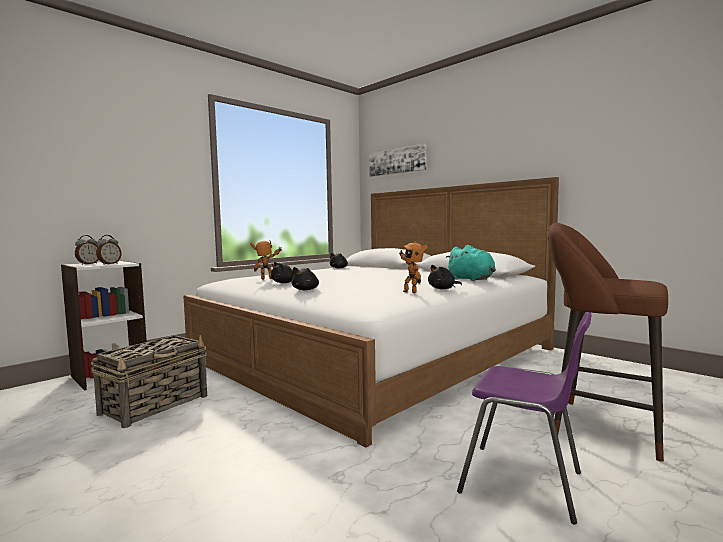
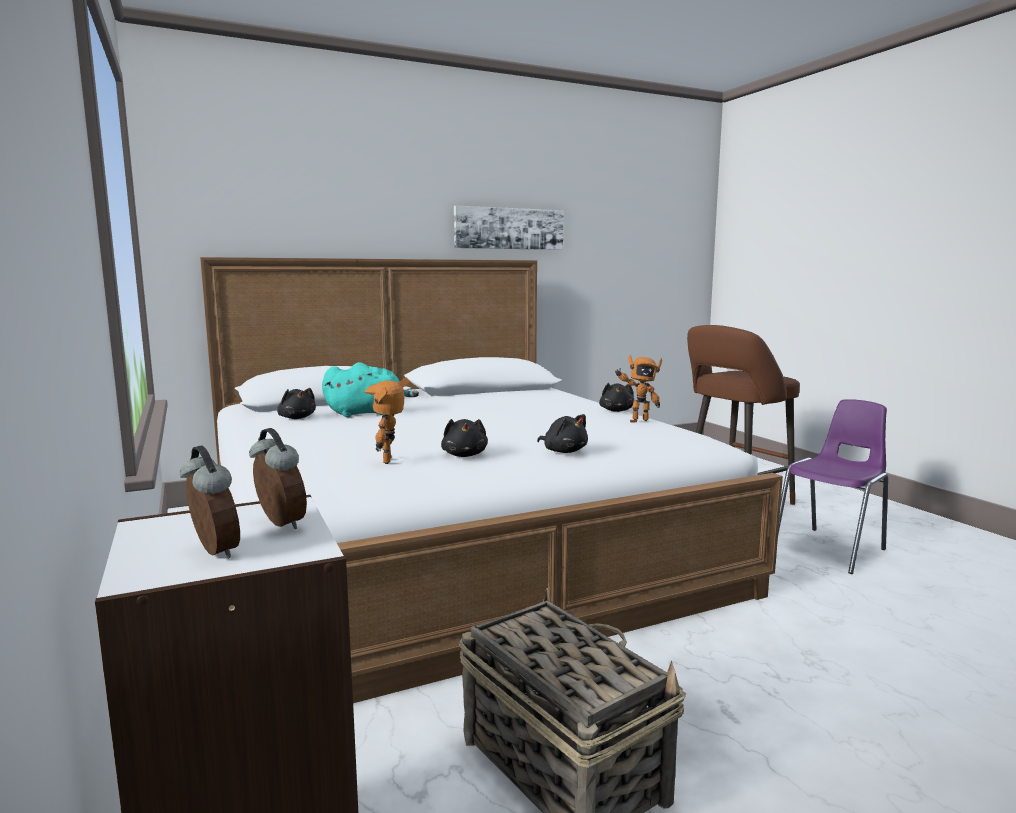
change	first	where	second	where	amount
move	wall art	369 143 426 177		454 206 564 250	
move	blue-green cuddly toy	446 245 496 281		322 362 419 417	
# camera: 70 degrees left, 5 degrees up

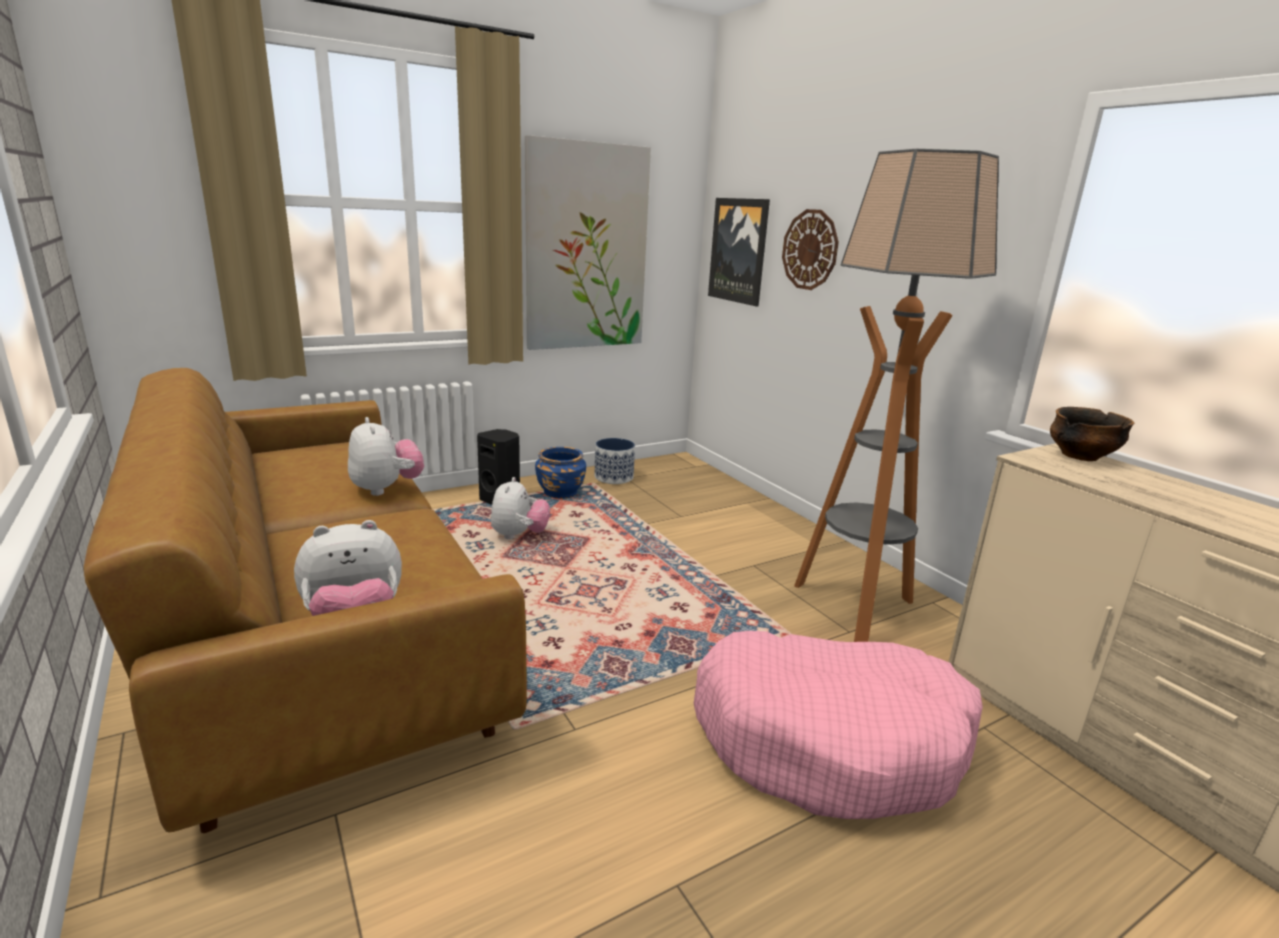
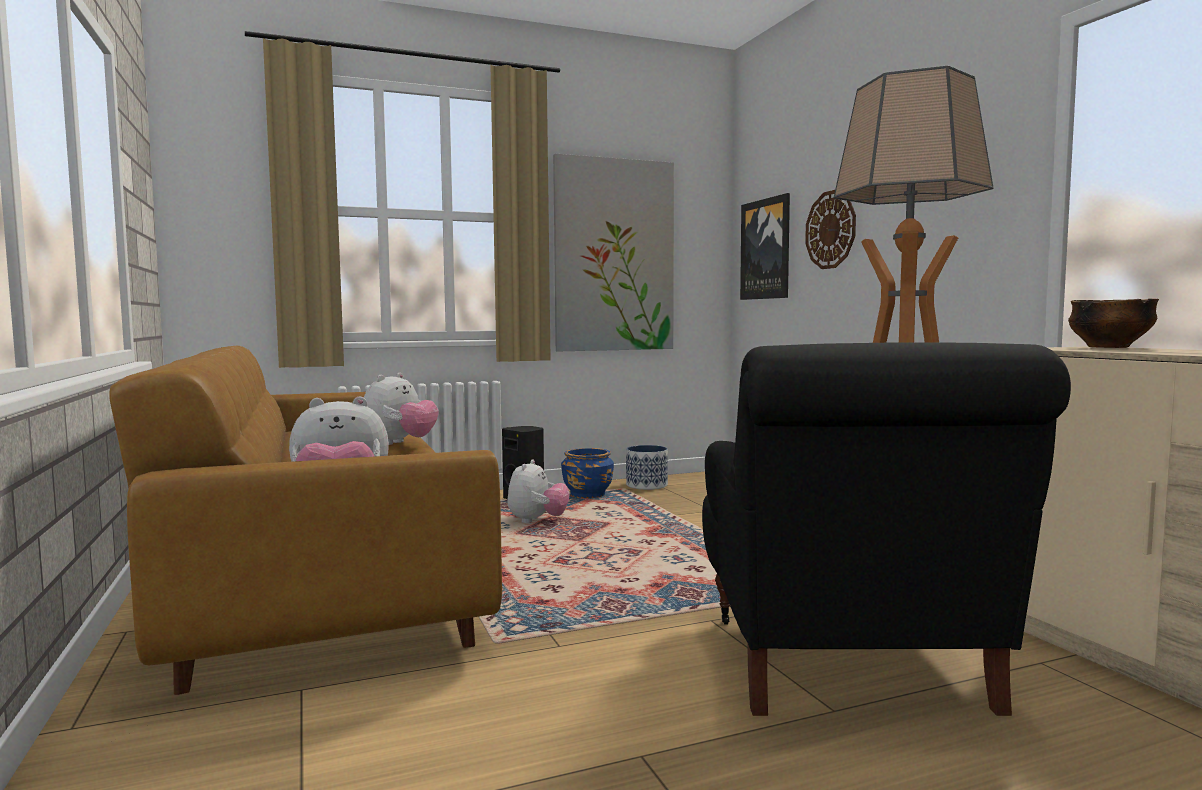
change	first	where	second	where	amount
rotate	cuddly toy	348 417 424 496		364 373 439 445	45 degrees clockwise
replace	pink dog cushion	694 631 983 819	blackish lounge chair	702 342 1071 716	
# camera: 10 degrees right, 15 degrees down

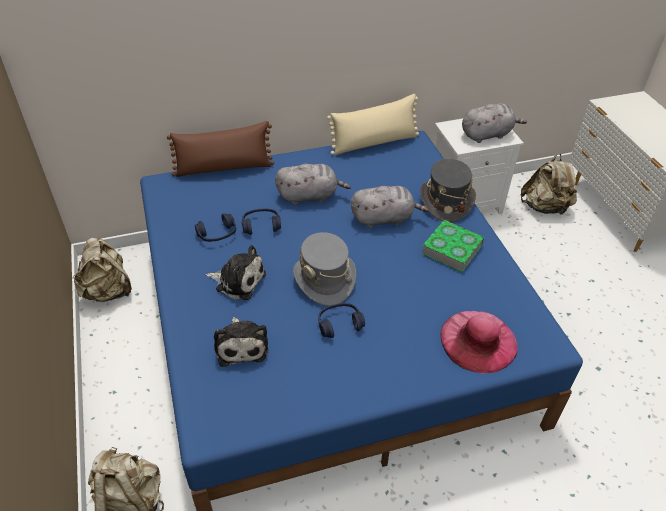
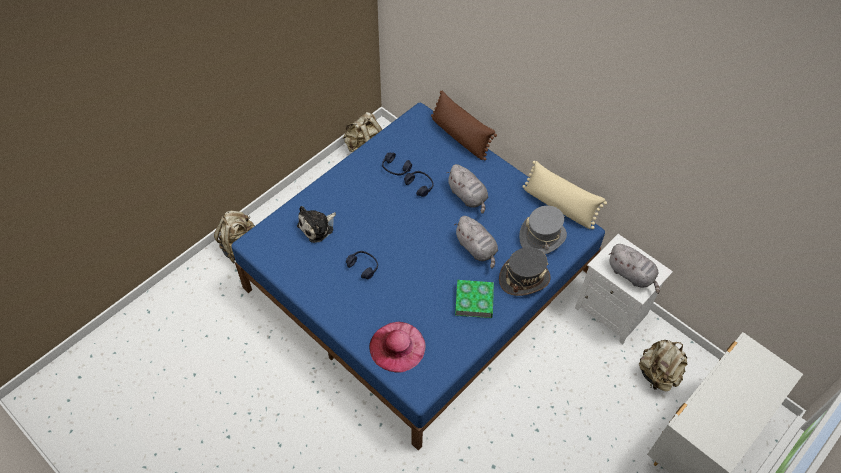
change	first	where	second	where	amount
move	greyish wearable hat	293 232 356 306		519 206 567 254	
delete	cuddly toy	206 245 266 300			
# camera: 60 degrees right, 10 degrees up

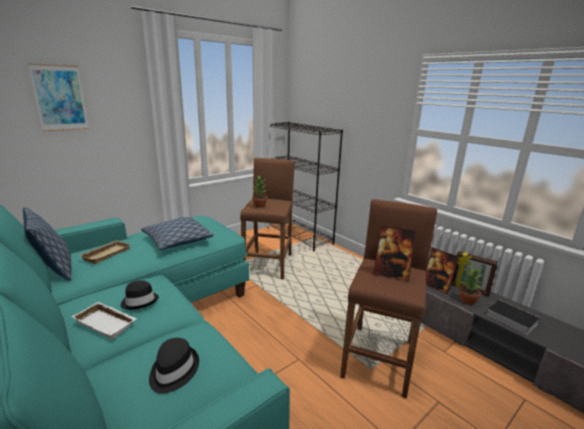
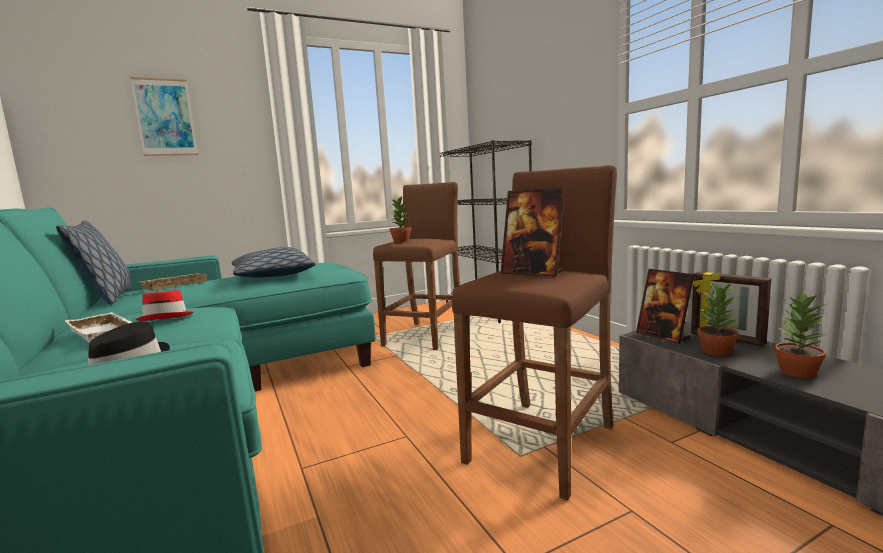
change	first	where	second	where	amount
recolor	blackish wearable hat	120 280 159 310	red-coloured wearable hat	136 290 194 321	
replace	volume	486 300 540 335	plant in a pot	774 291 829 378	
# camera: 15 degrees right, 10 degrees down

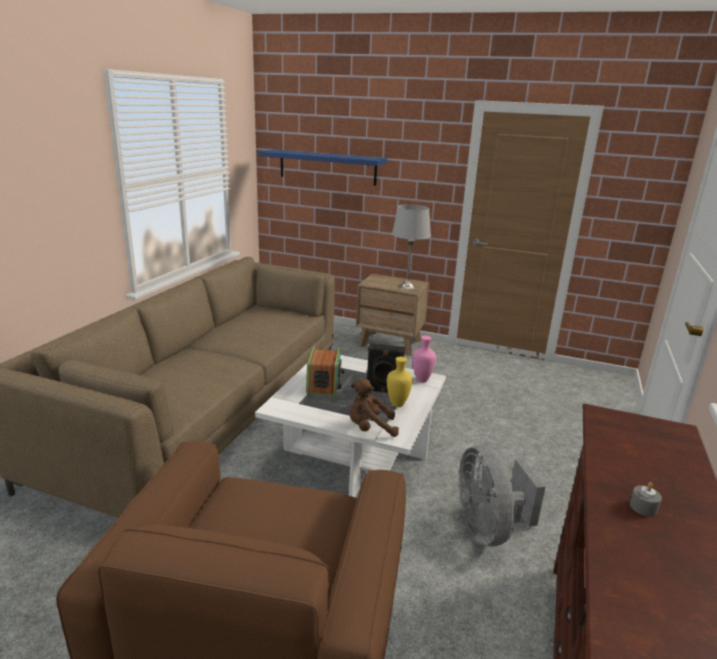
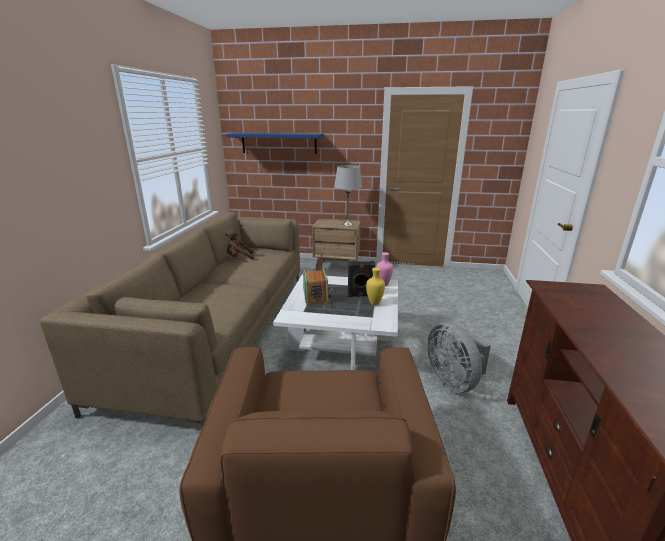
change	first	where	second	where	amount
move	brown-coloured cuddly toy	349 378 399 437		225 230 254 260	
delete	greyish candle	630 482 662 516			
# camera: 10 degrees left, 0 degrees up

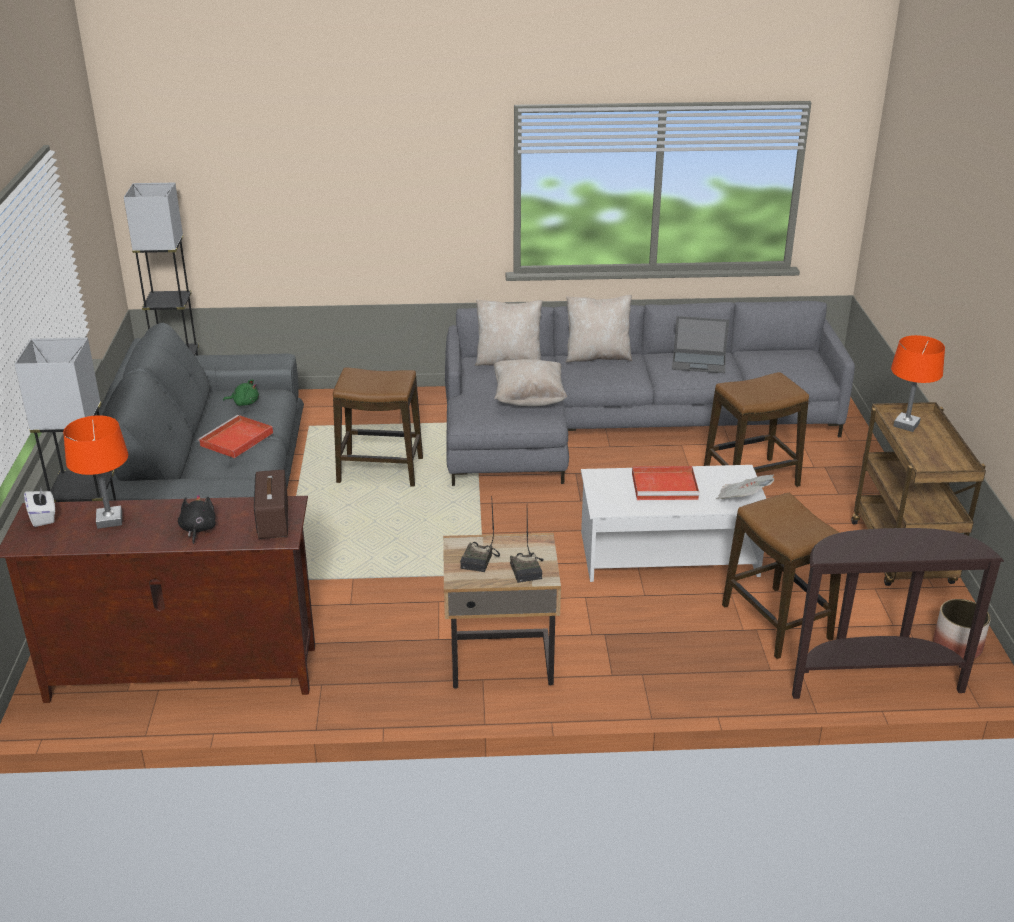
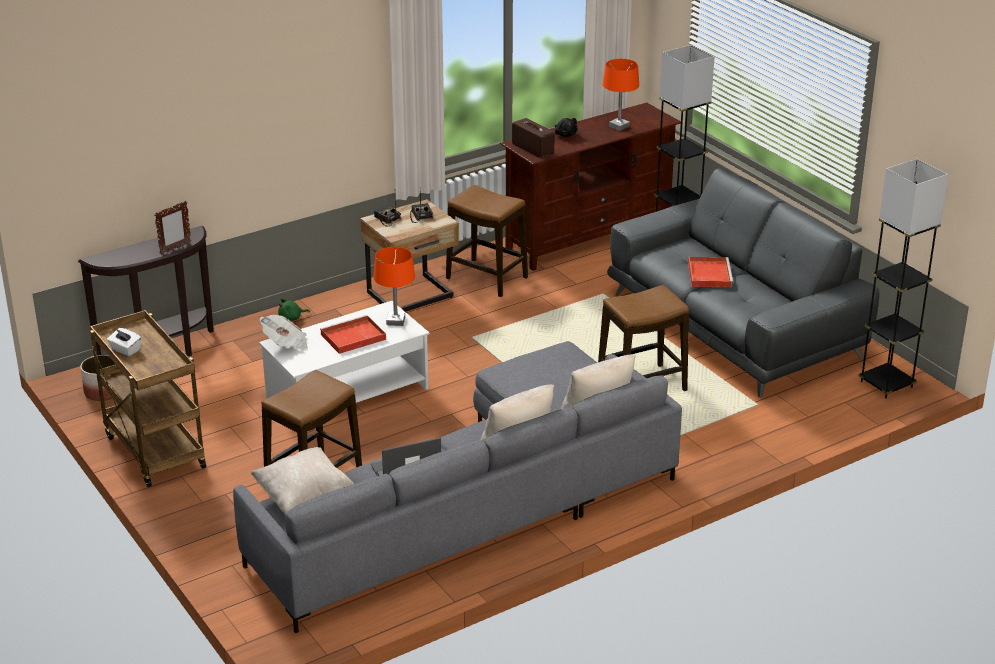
change	first	where	second	where	amount
move	orange tabletop lamp	891 335 945 432		373 247 415 326	
move	beige-coloured pillow	494 359 567 406		251 447 354 514	
move	green cuddly toy	223 379 259 406		278 298 310 321	
move	white tissue box	24 489 55 527		107 328 141 356	
move	stool	722 493 841 659		446 185 528 297	
insert			standing frame	155 201 191 254	
# camera: 150 degrees right, 0 degrees up

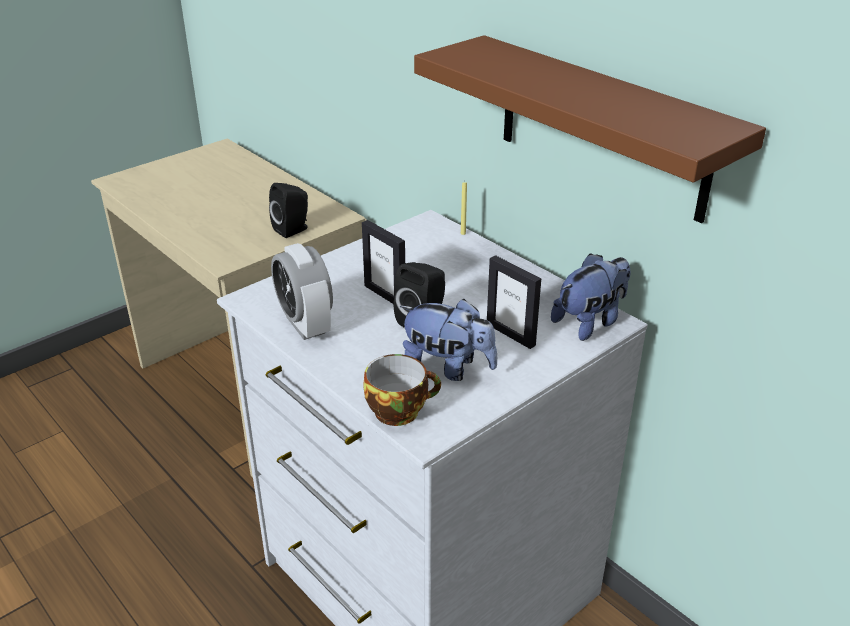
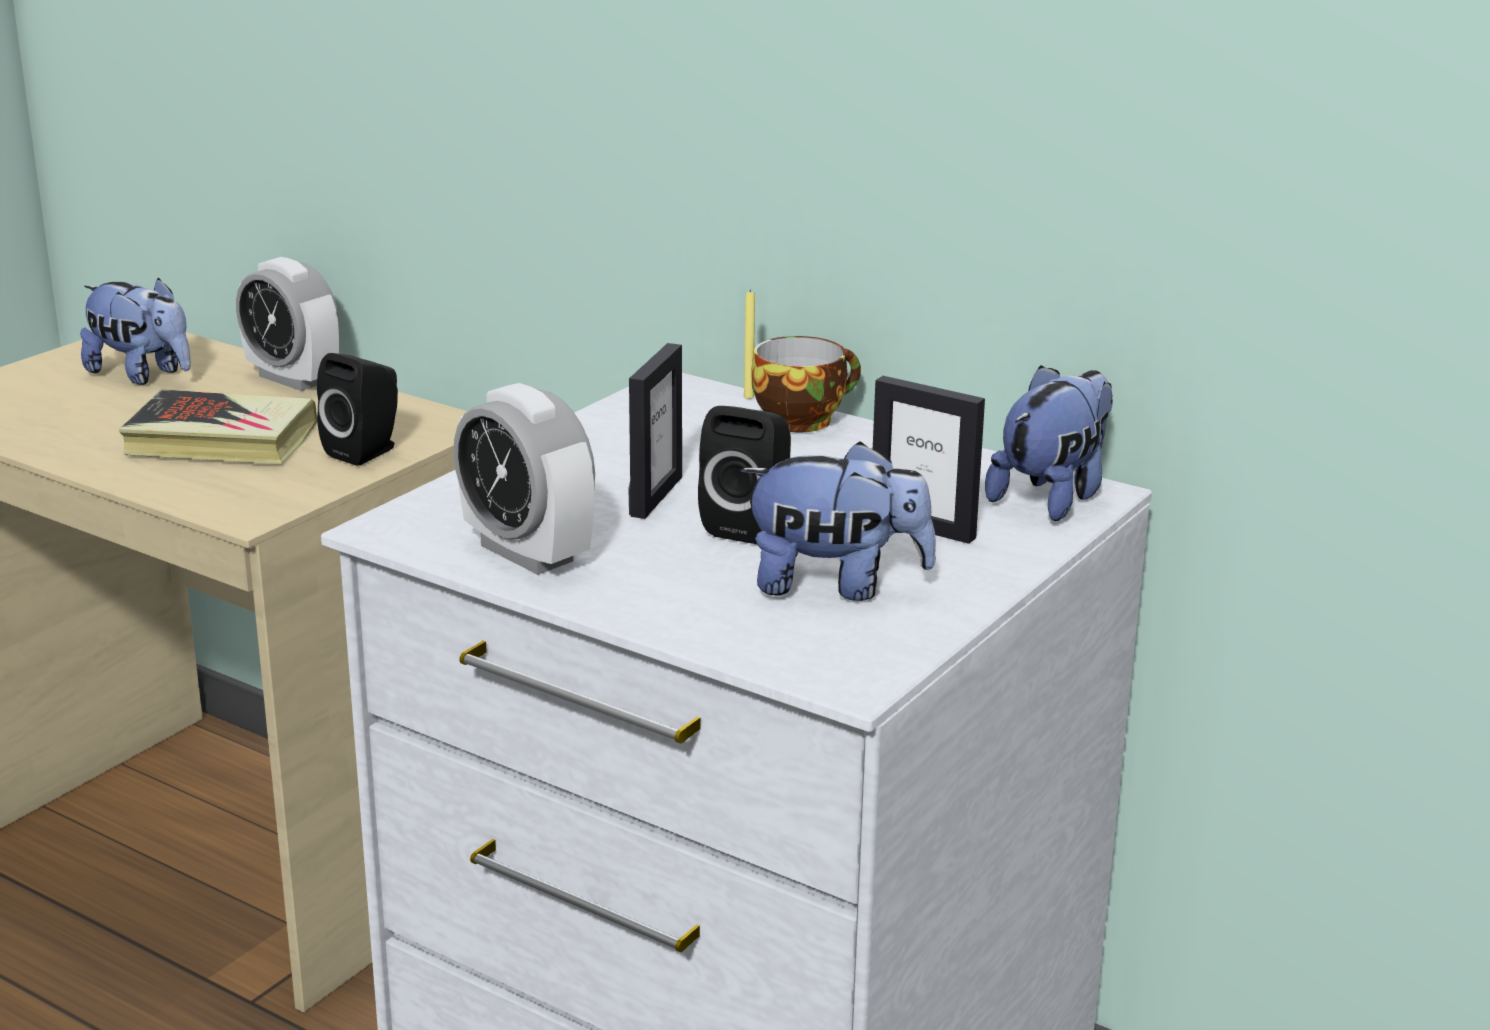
change	first	where	second	where	amount
delete	brown-coloured wall shelf	414 35 766 223			
rotate	standing frame	362 220 405 304		628 343 682 519	105 degrees counterclockwise
move	cup	363 354 441 426		751 336 861 432	
insert			alarm clock	236 257 339 391	
insert			cuddly toy	80 278 191 385	
insert			volume	119 389 317 465	
# camera: 15 degrees left, 10 degrees down

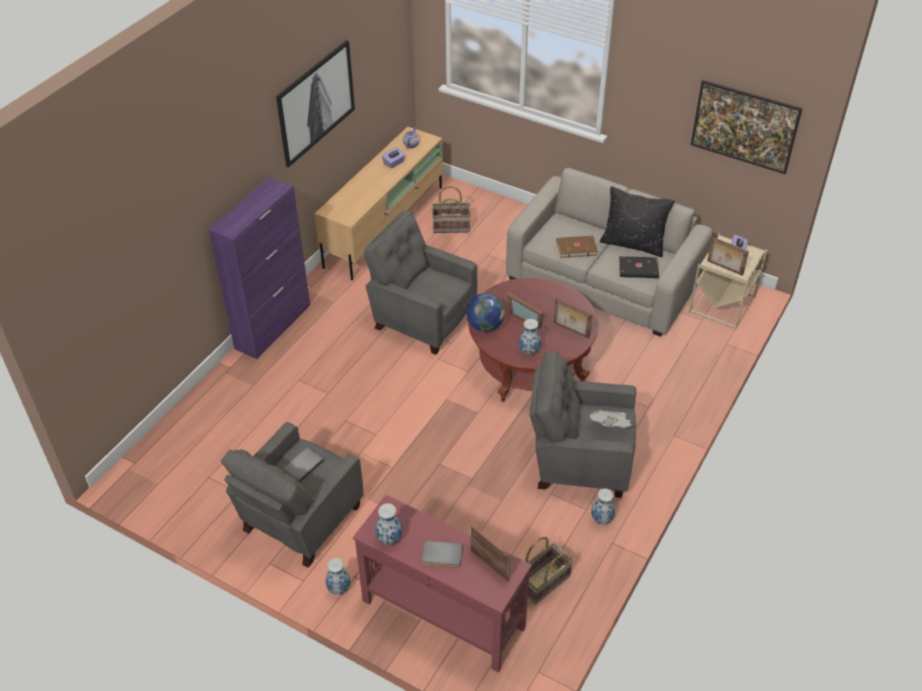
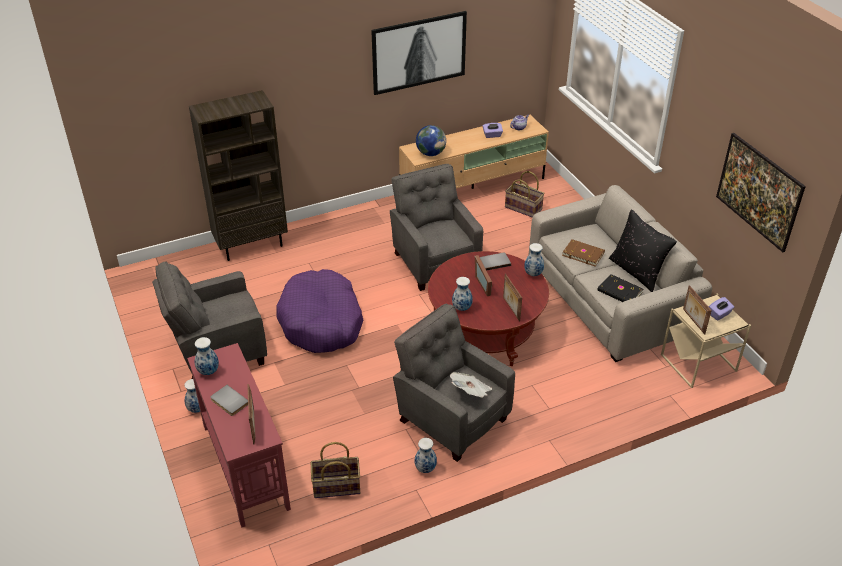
change	first	where	second	where	amount
delete	purple-coloured storage cabinet	208 177 310 359			
move	desk globe	466 293 505 332		416 125 446 156	
move	greyish volume	284 448 324 482		480 253 511 271	
insert			brown-coloured bookcase	189 90 288 261	
insert			vase	524 243 544 276	
insert			purple-coloured dog cushion	276 269 363 353	
# camera: 35 degrees right, 5 degrees down

